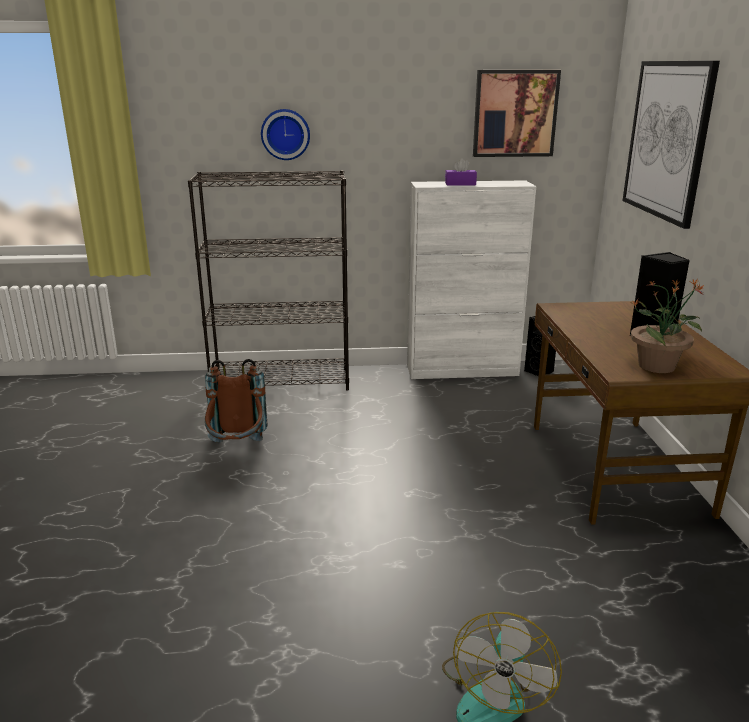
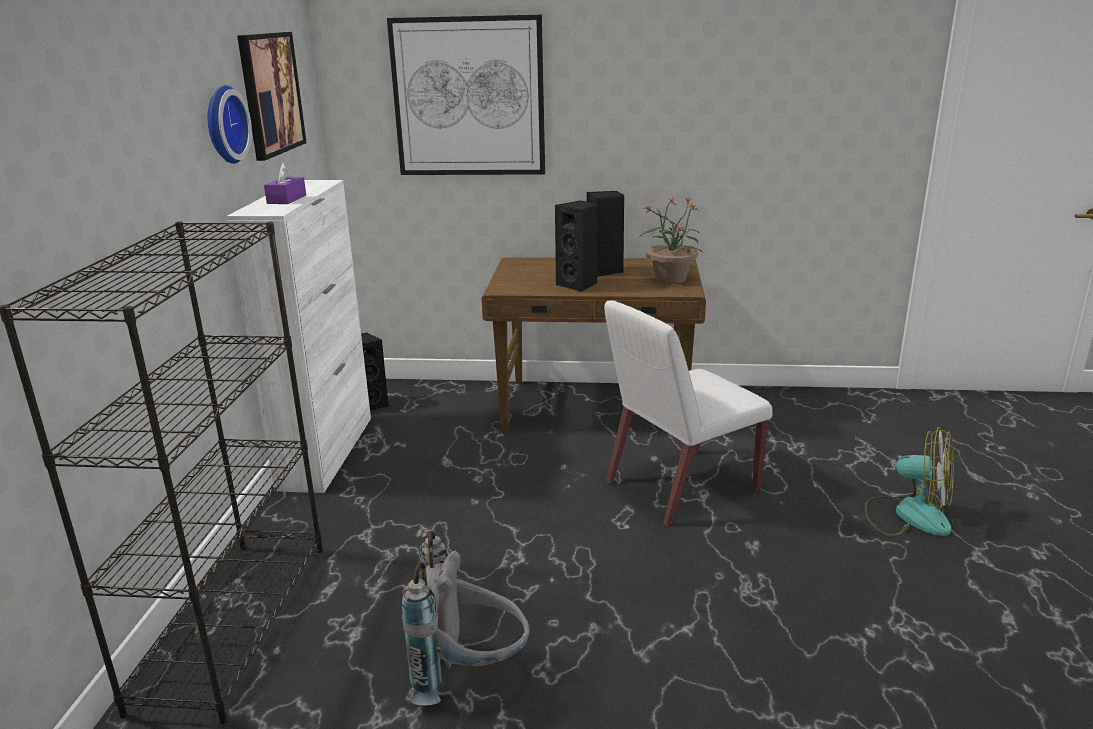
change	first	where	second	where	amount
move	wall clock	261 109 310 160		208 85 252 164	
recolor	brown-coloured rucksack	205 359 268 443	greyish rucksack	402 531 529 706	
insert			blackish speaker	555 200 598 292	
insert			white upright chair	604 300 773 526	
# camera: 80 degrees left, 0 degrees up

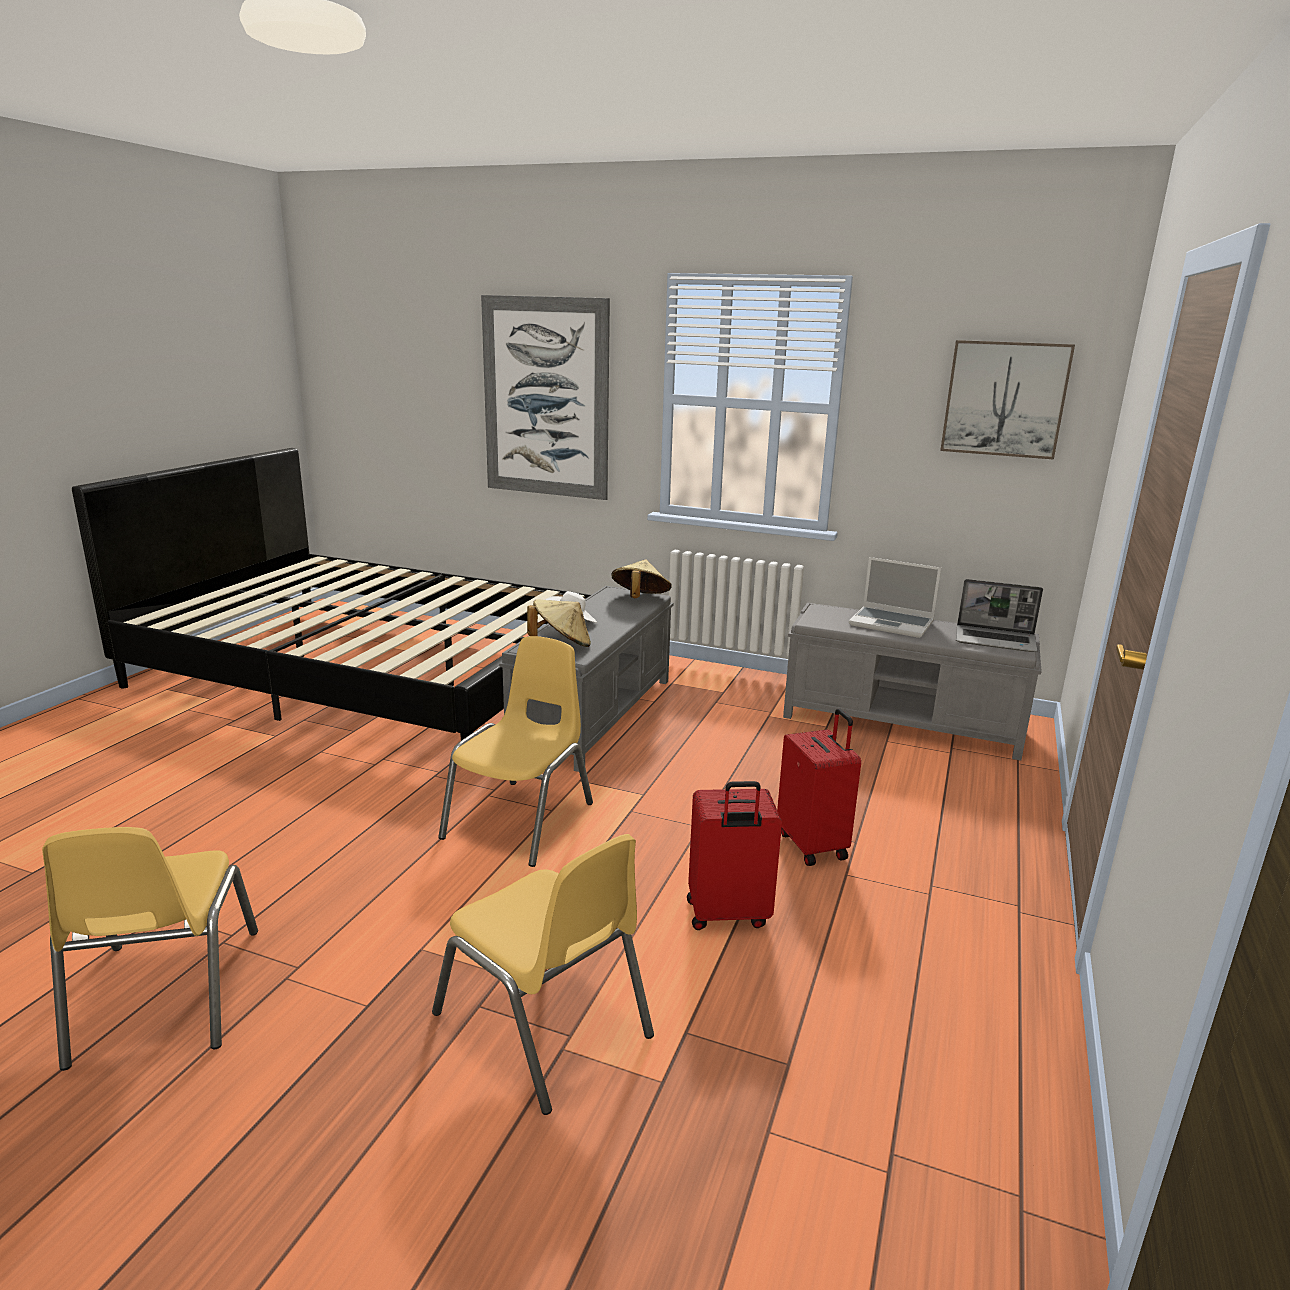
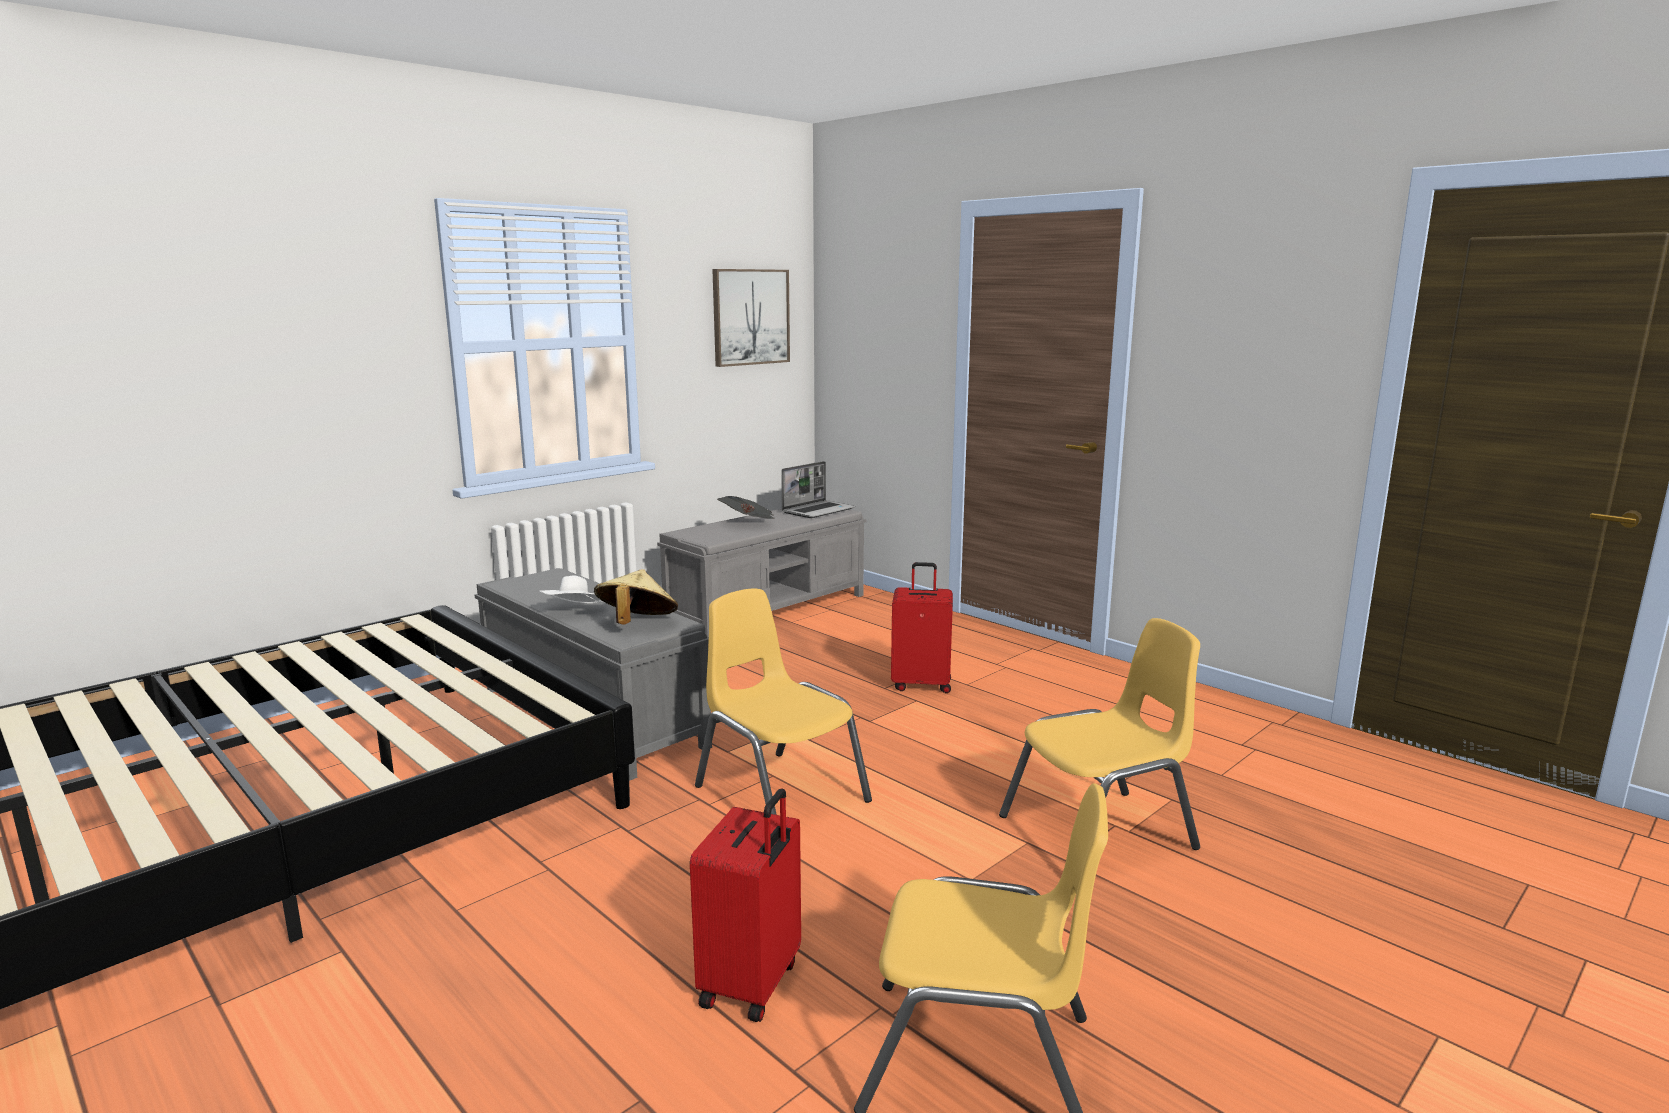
change	first	where	second	where	amount
delete	wall art	481 295 610 500			
replace	laptop	849 557 941 638	daily paper	717 496 775 519	
delete	beige-coloured wearable hat	611 559 672 598			
move	red-coloured travel case	687 781 782 930		690 789 801 1022	
# camera: 65 degrees left, 5 degrees down

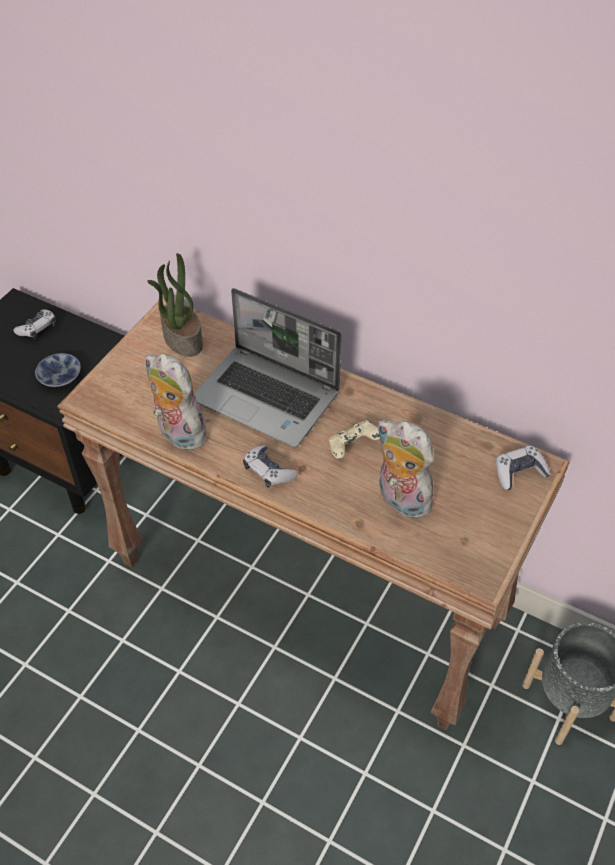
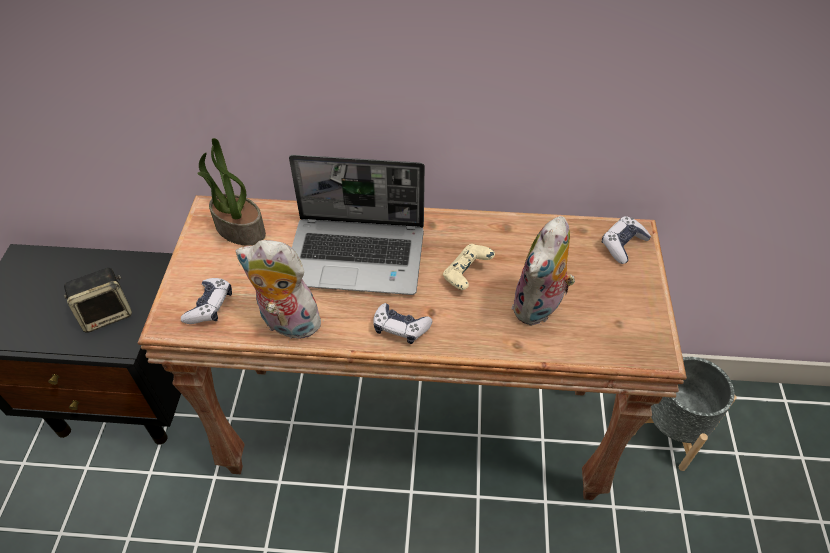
change	first	where	second	where	amount
move	game controller	13 309 56 339		181 278 232 324	
replace	serving bowl	35 353 81 387	speaker	64 268 132 333	
rotate	cuddly toy	377 420 439 519		512 216 575 326	75 degrees counterclockwise
# camera: 25 degrees left, 0 degrees up

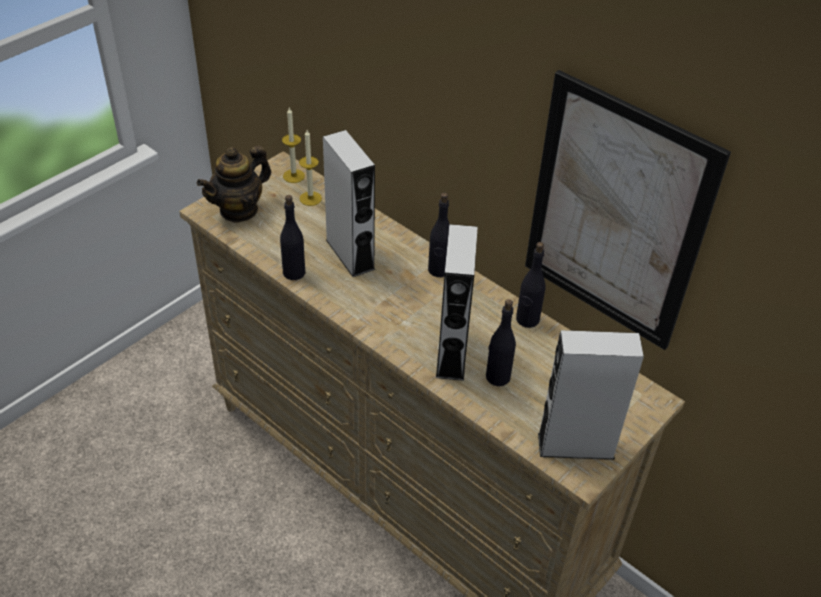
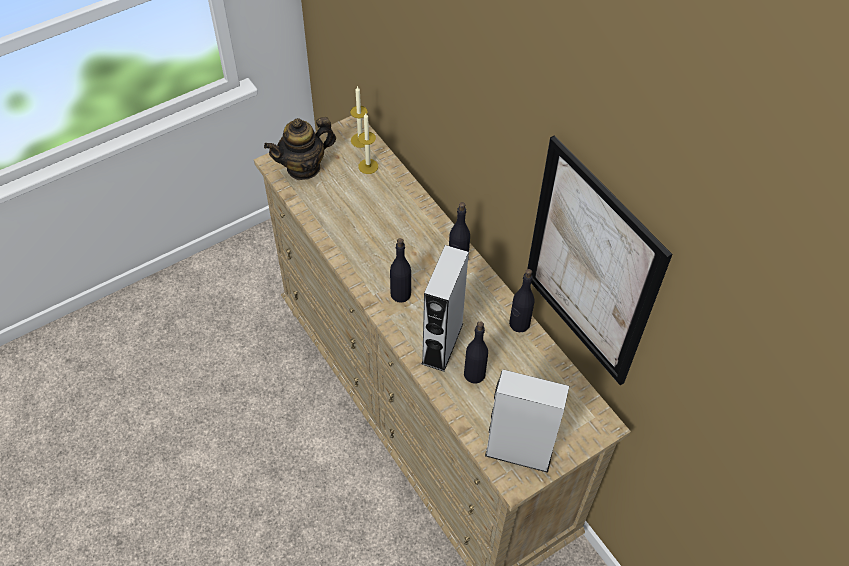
change	first	where	second	where	amount
delete	greyish speaker	323 130 375 277			
move	blackish drink bottle	280 195 305 280		390 238 411 303	
# camera: 15 degrees right, 10 degrees up

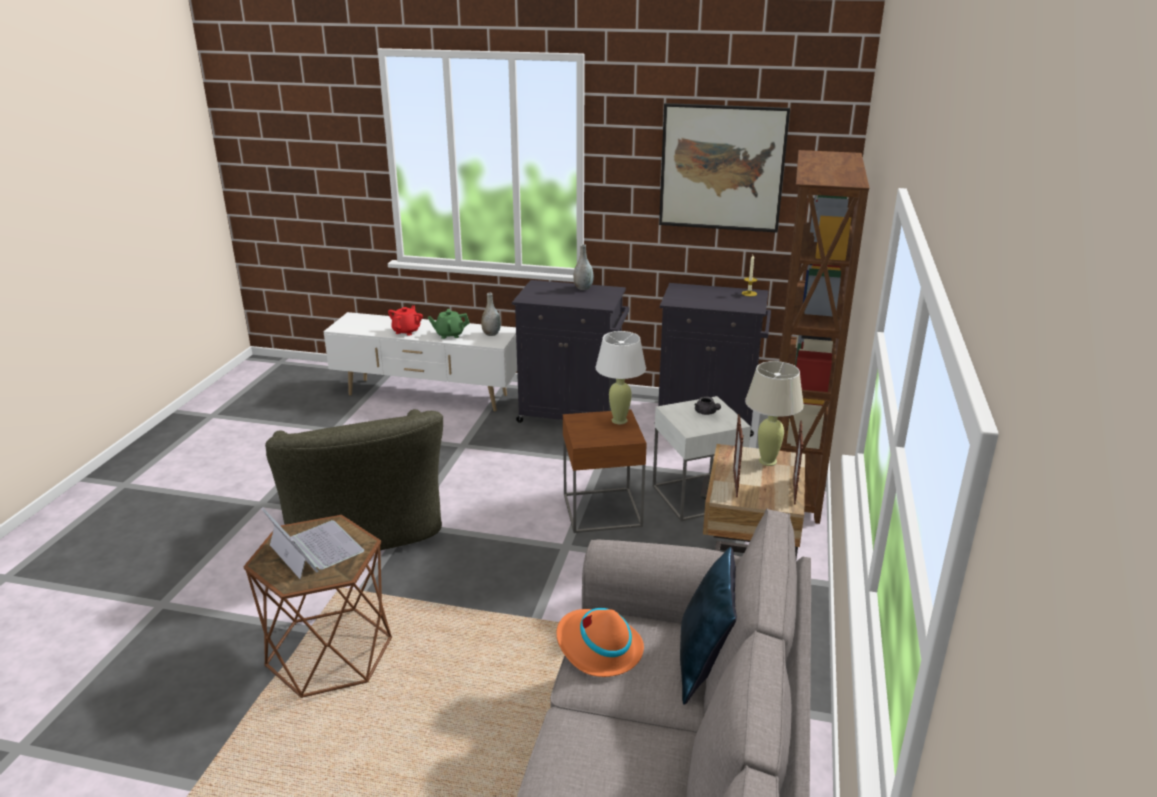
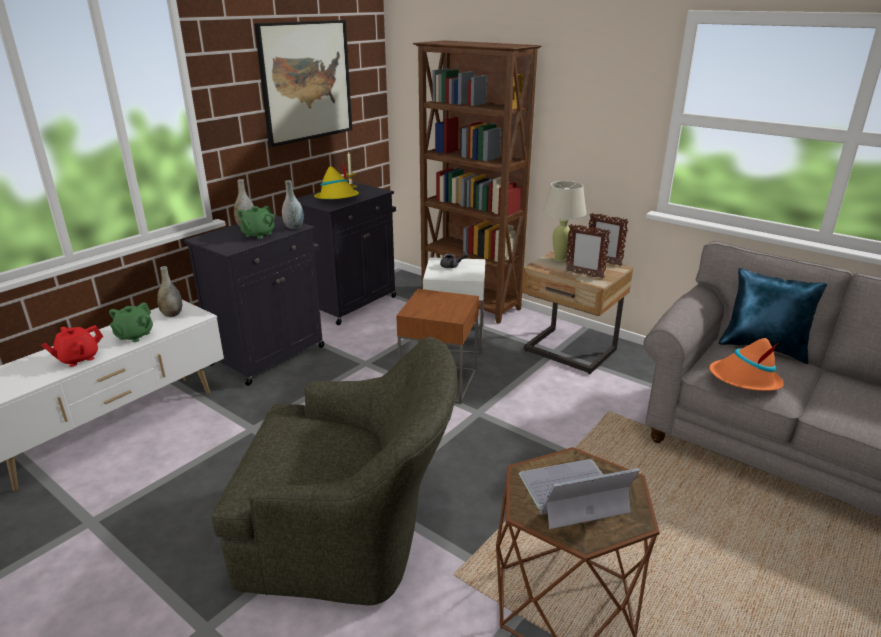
change	first	where	second	where	amount
rotate	red-coloured tea pot	388 305 423 336		41 325 103 367	90 degrees counterclockwise
delete	white tabletop lamp	595 331 646 424			
insert			yellow-coloured wearable hat	314 163 359 199	
insert			greyish vase	282 180 304 229	
insert			green tea pot	237 206 275 239	
# camera: 65 degrees left, 0 degrees up

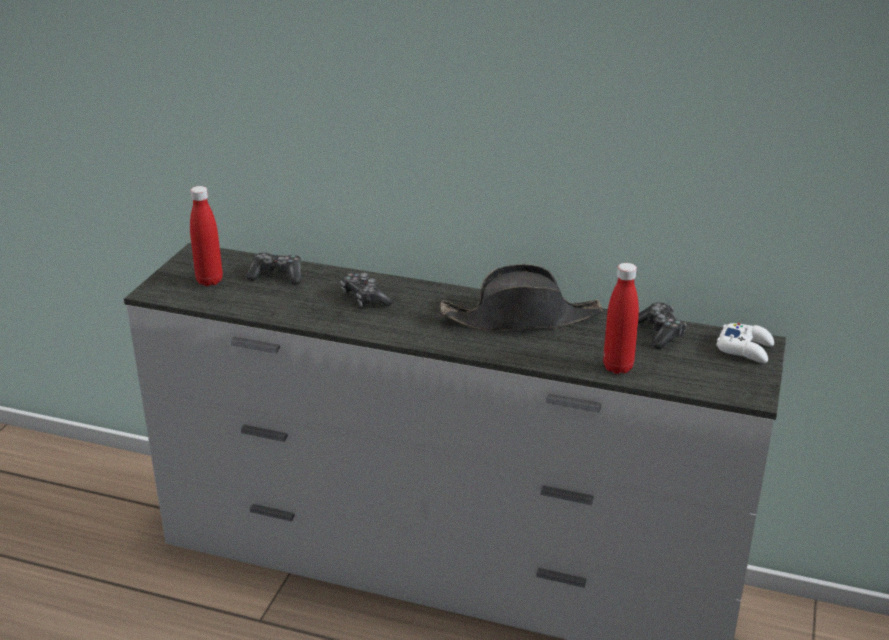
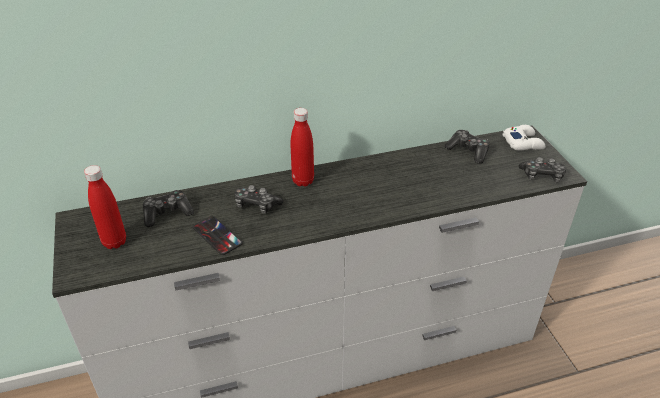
change	first	where	second	where	amount
move	red-coloured drink bottle	603 263 639 374		291 108 314 187	
delete	blackish wearable hat	440 264 603 331			
insert			game controller	519 157 566 182	
insert			telephone	193 216 243 255	
# camera: 35 degrees left, 10 degrees up

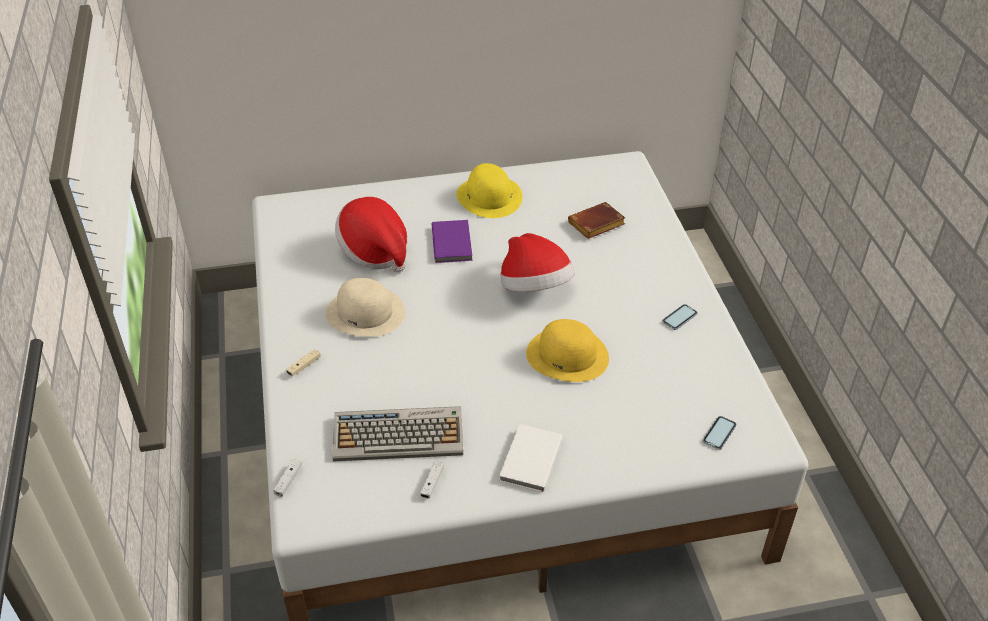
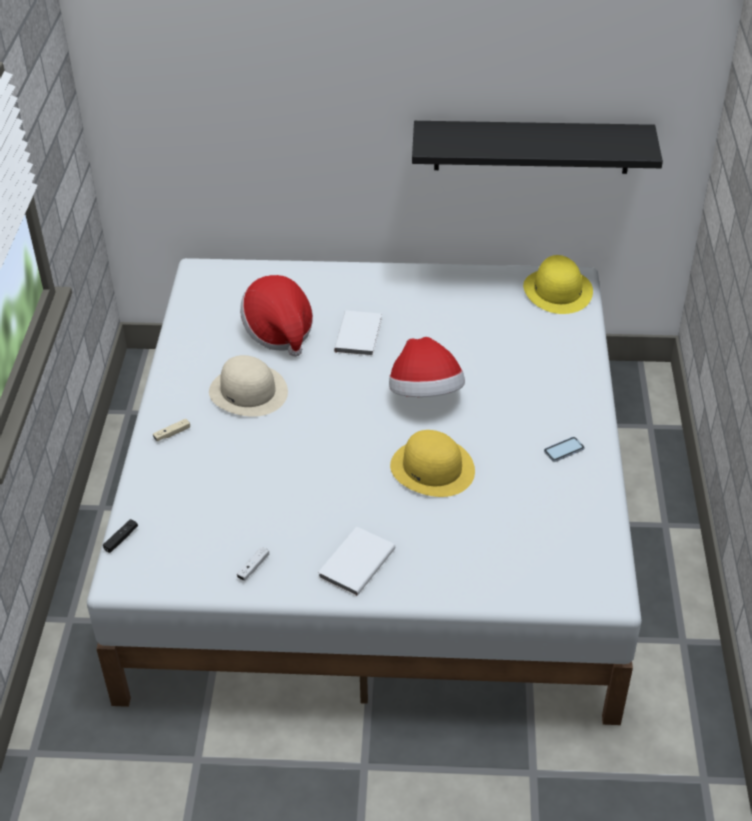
change	first	where	second	where	amount
move	yellow-coloured wearable hat	456 163 522 218		523 255 593 314	
delete	brown-coloured volume	568 202 625 239			
recolor	purple-coloured volume	432 220 473 263	white volume	334 310 382 356	
delete	keyboard	332 406 463 461			
delete	telephone	703 416 737 450			
recolor	white game controller	273 459 302 497	blackish game controller	103 519 138 553	
insert			blackish wall shelf	412 121 663 174	
# camera: 15 degrees right, 0 degrees up

